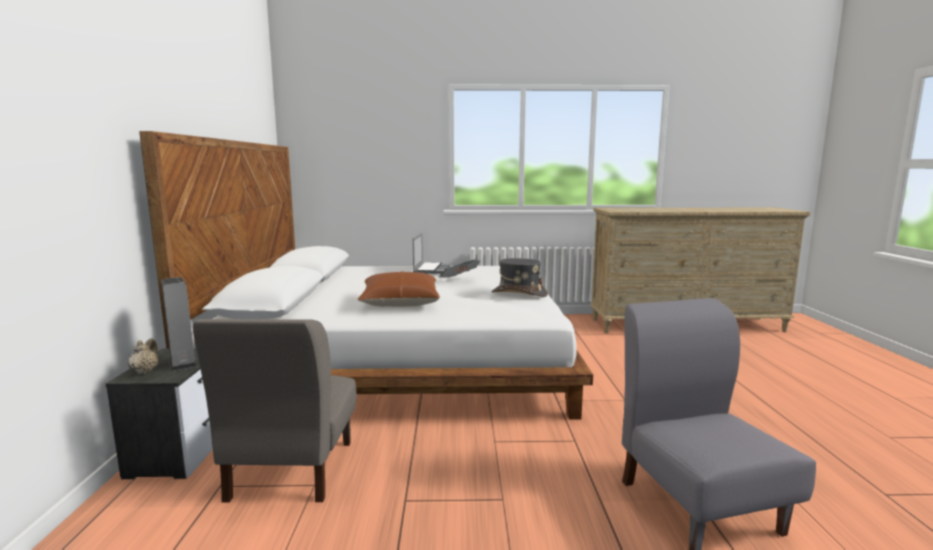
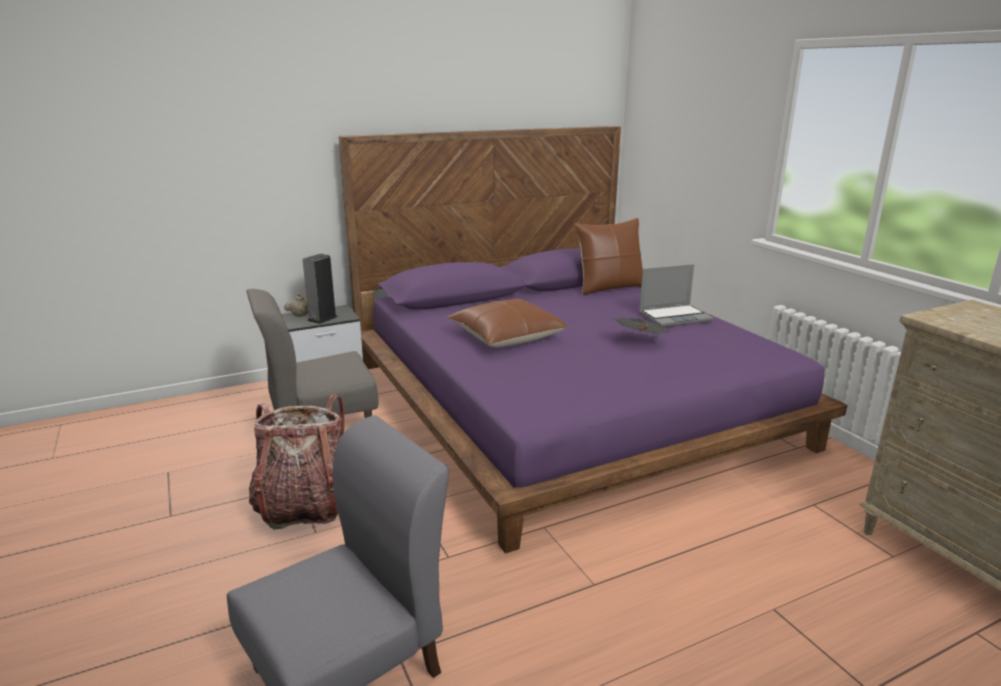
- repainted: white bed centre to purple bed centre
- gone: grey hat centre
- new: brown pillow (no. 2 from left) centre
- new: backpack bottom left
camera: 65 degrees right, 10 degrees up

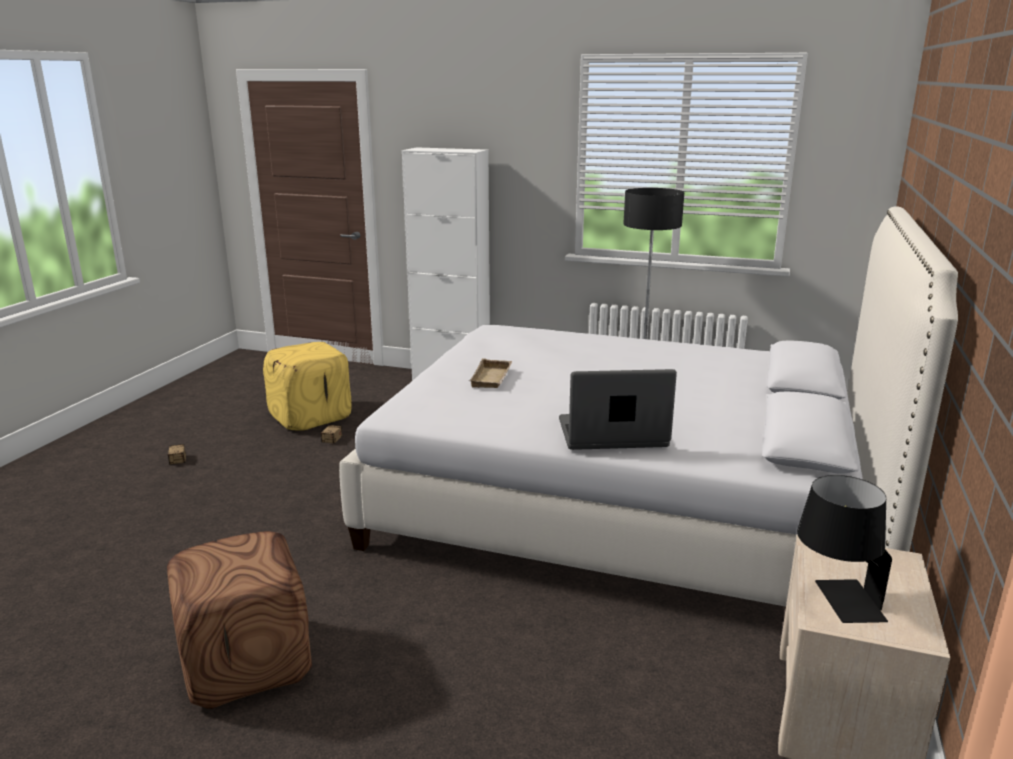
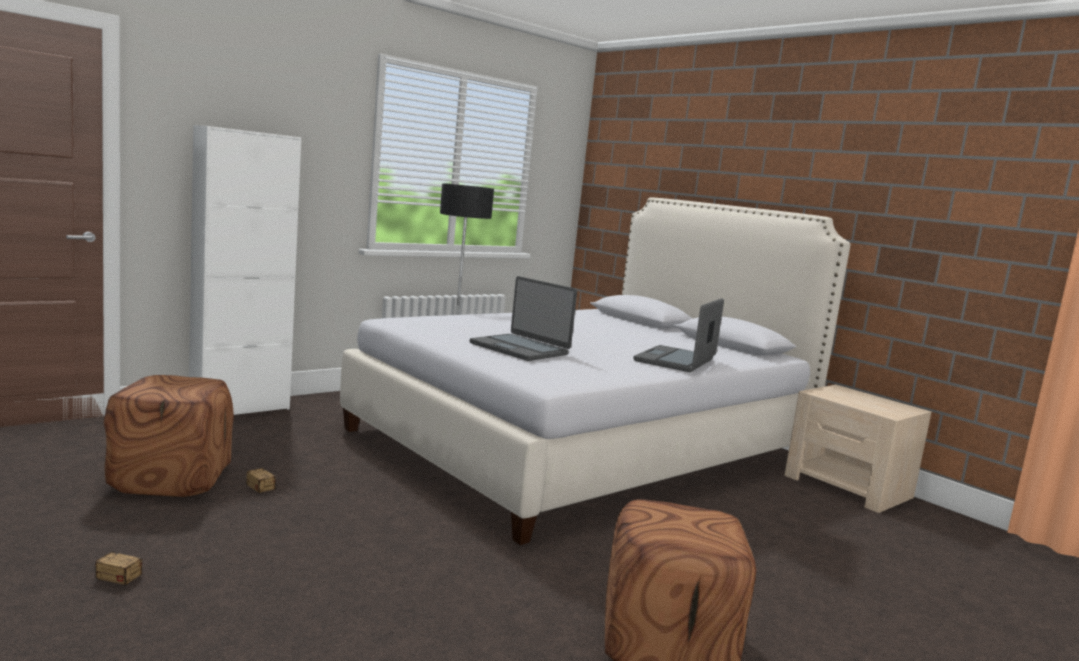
- repainted: yellow ottoman middle left to brown ottoman (no. 1 from left) middle left
- swapped: beige tray centre to laptop (no. 1 from left) centre
- gone: black table lamp bottom right
camera: 60 degrees left, 10 degrees down

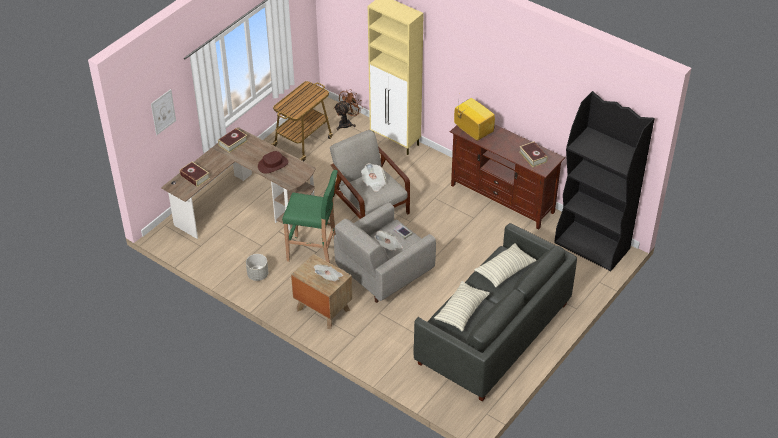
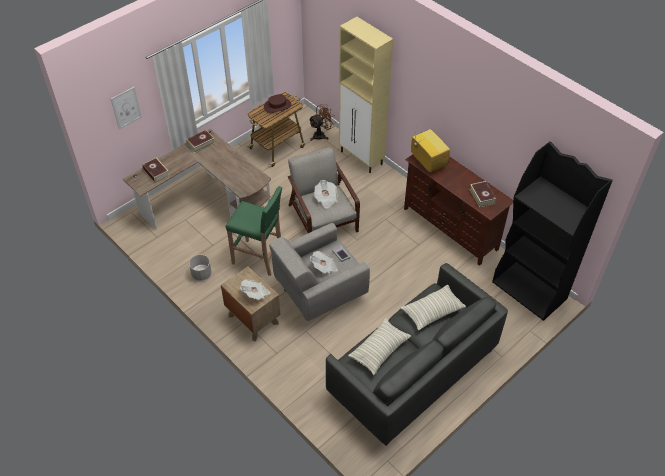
- shifted: brown hat centre to top centre
camera: 10 degrees right, 5 degrees up

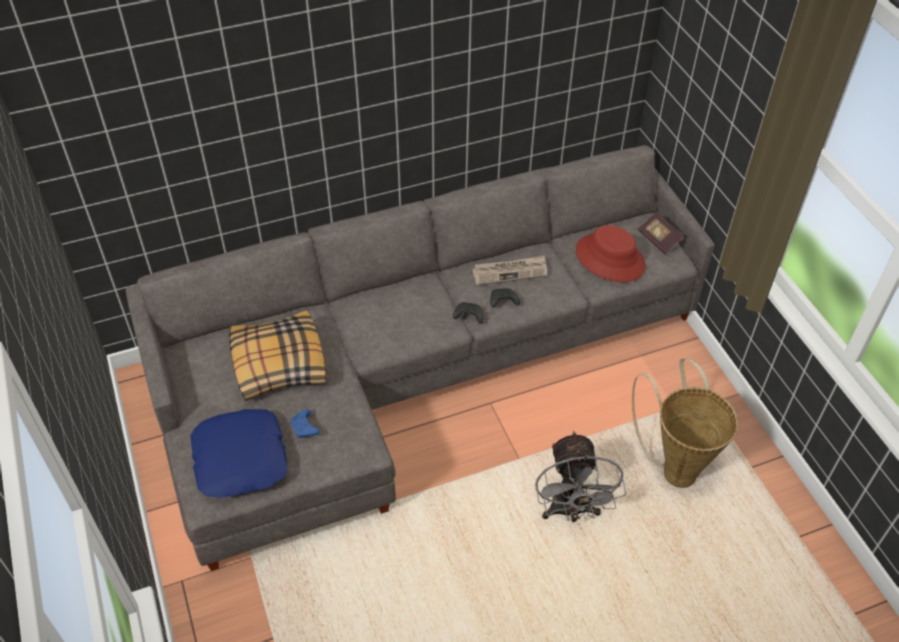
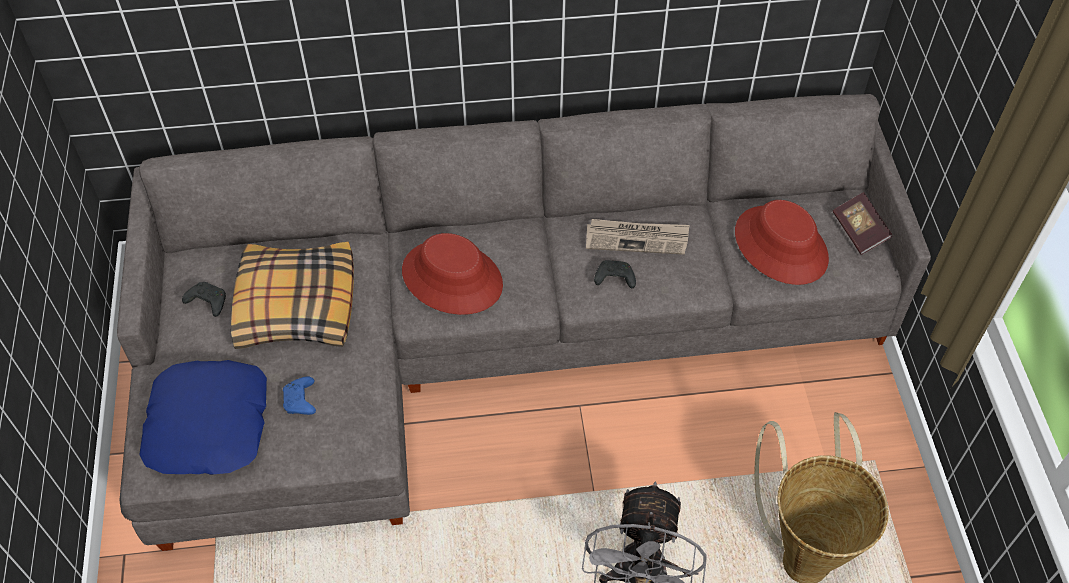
- shifted: black game controller (no. 1 from left) centre to middle left
- new: red hat (no. 1 from left) centre
camera: 15 degrees right, 5 degrees up

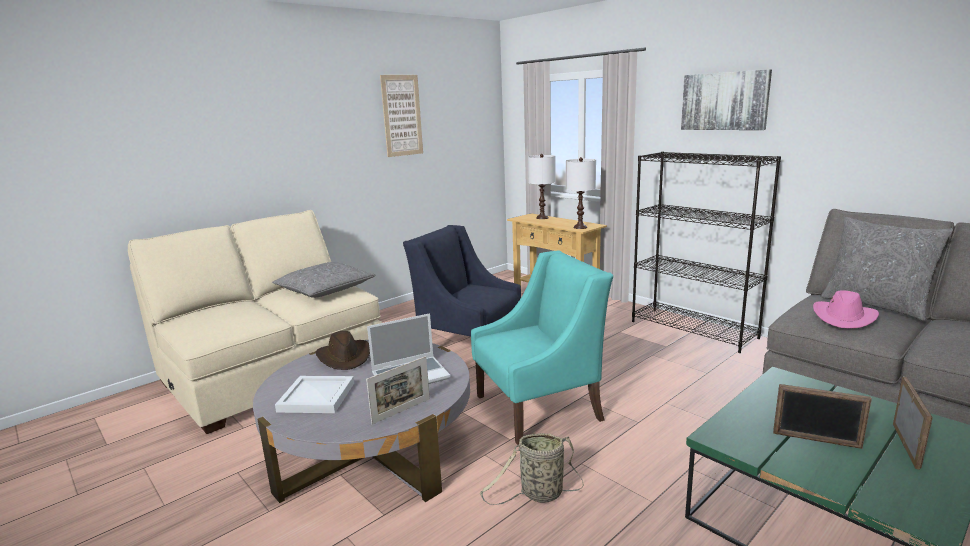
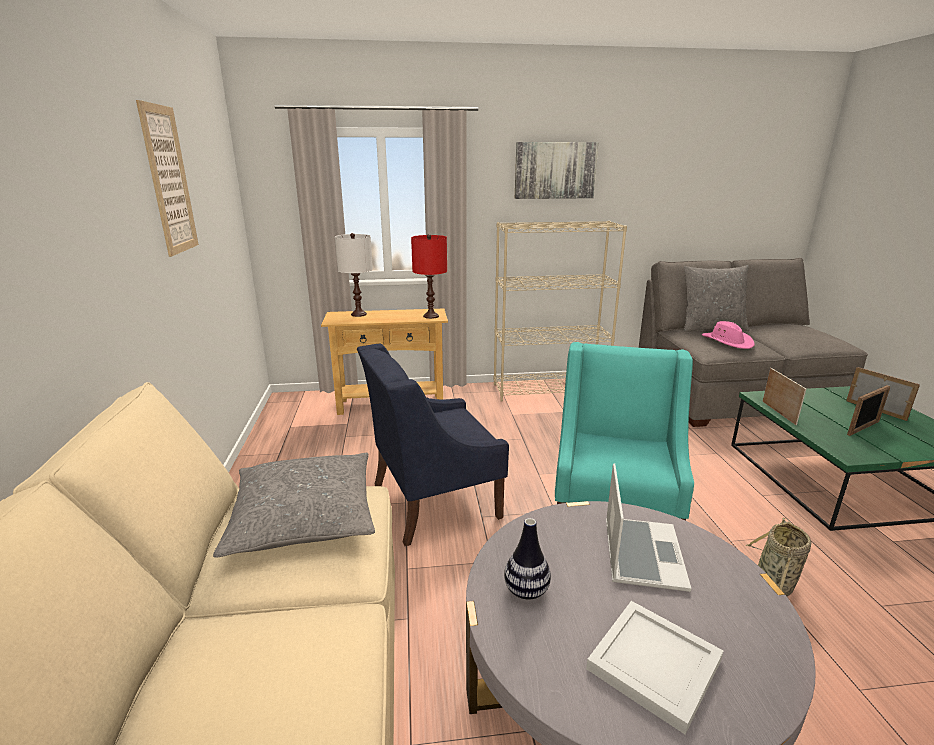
- repainted: black bookcase middle right to beige bookcase centre
- repainted: white table lamp (no. 2 from left) centre to red table lamp centre
- swapped: brown hat centre to vase bottom centre
- shifted: picture frame (no. 1 from left) bottom centre to middle right
camera: 55 degrees left, 5 degrees up

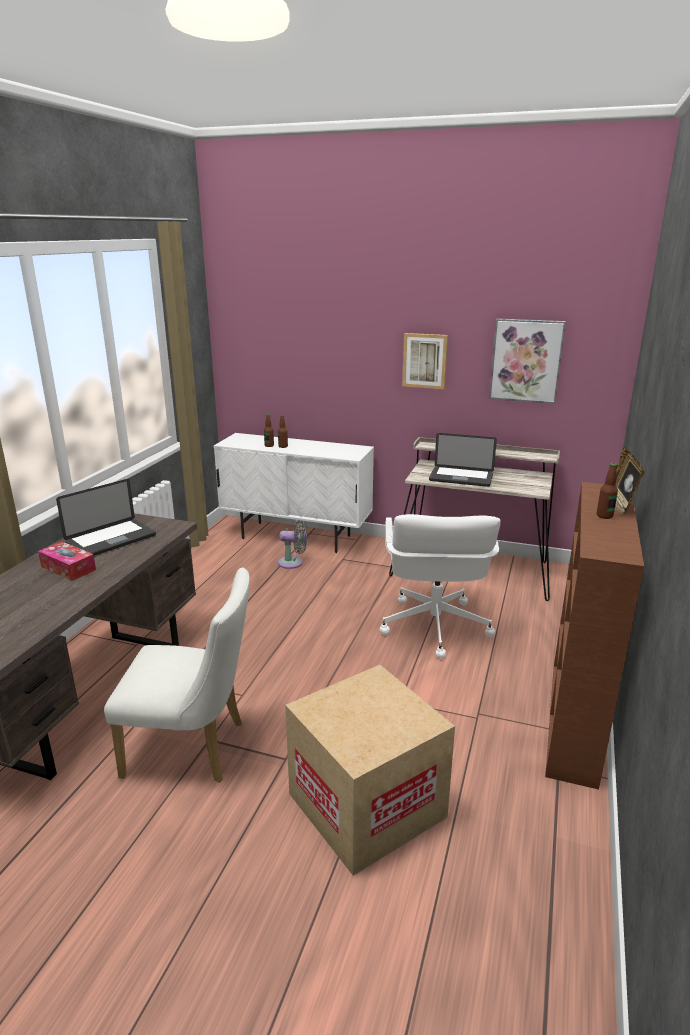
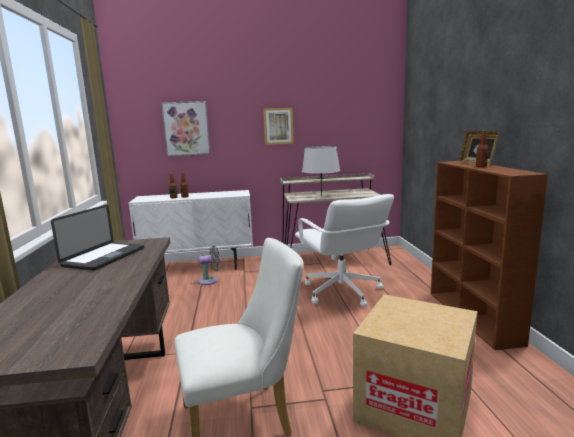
- shifted: picture (no. 2 from left in the first image) middle right to picture (no. 1 from left) top left
- swapped: laptop (no. 2 from left) middle right to grey table lamp centre
- gone: tissue box middle left
camera: 25 degrees left, 10 degrees down

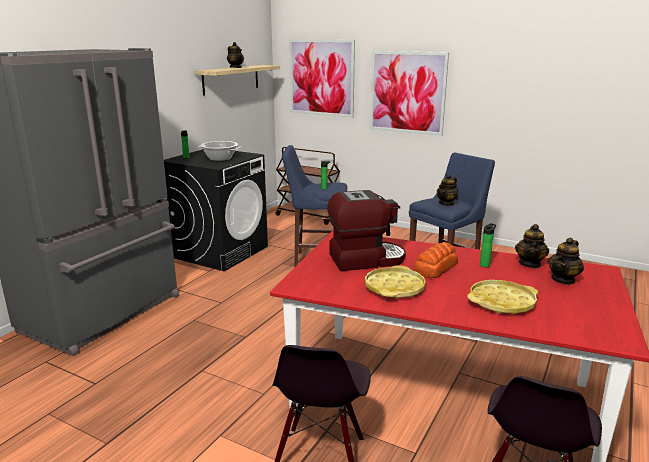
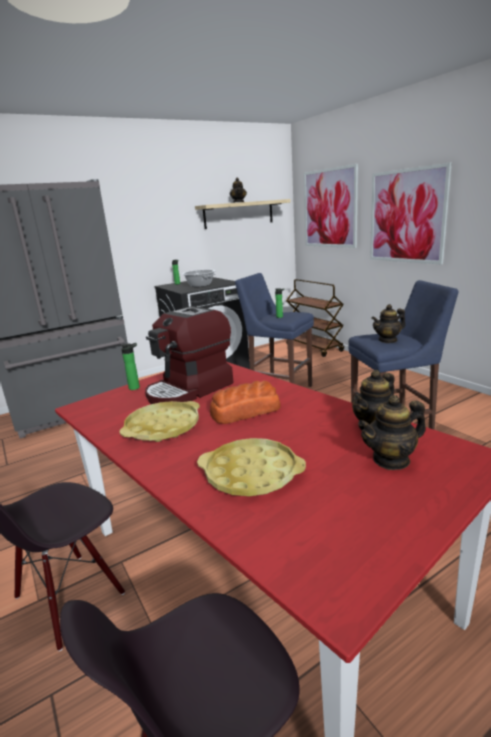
- rotated: coffee machine centre = centre 120 degrees clockwise
- shifted: bottle (no. 3 from left in the first image) middle right to bottle (no. 1 from left) middle left
camera: 30 degrees right, 0 degrees up

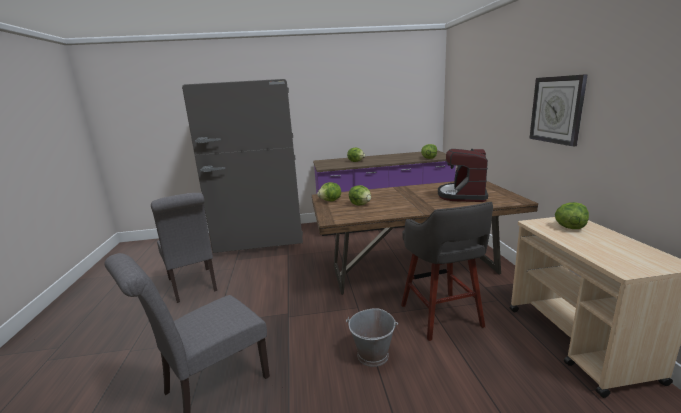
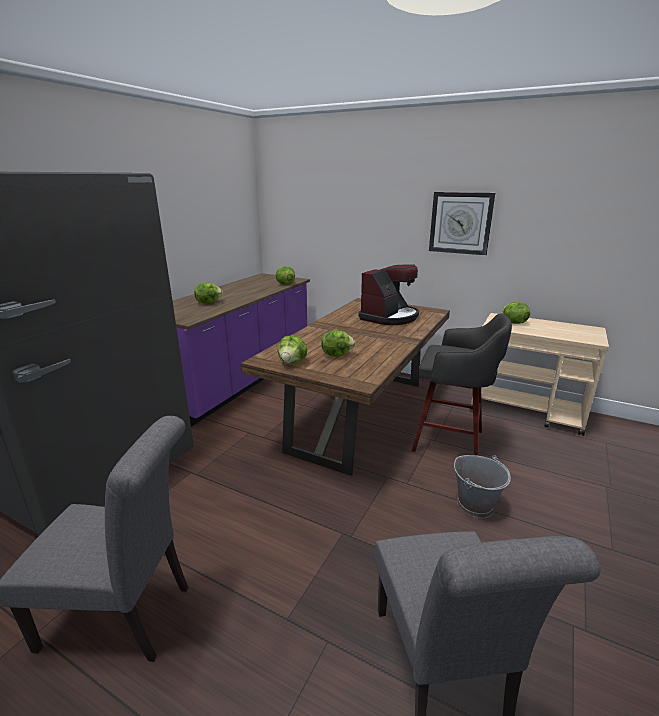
- rotated: coffee machine middle right = centre 105 degrees counterclockwise
camera: 55 degrees left, 5 degrees up

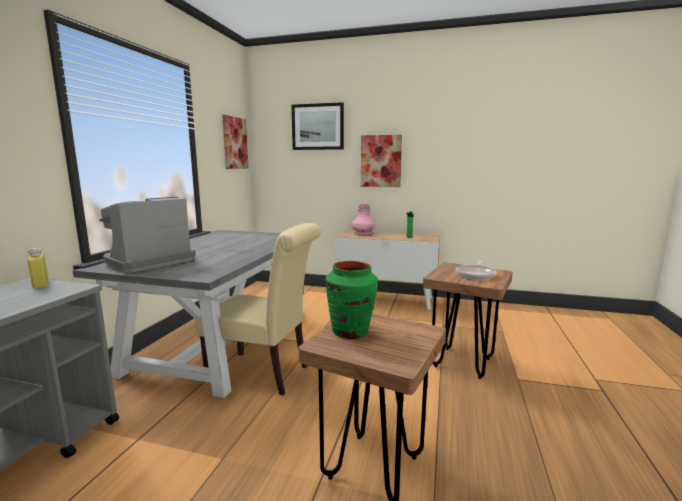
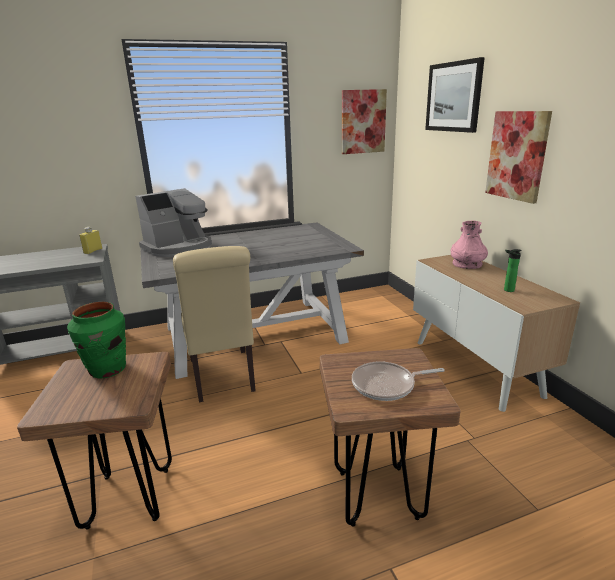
- rotated: coffee machine middle left = middle left 135 degrees clockwise
camera: 55 degrees right, 10 degrees up

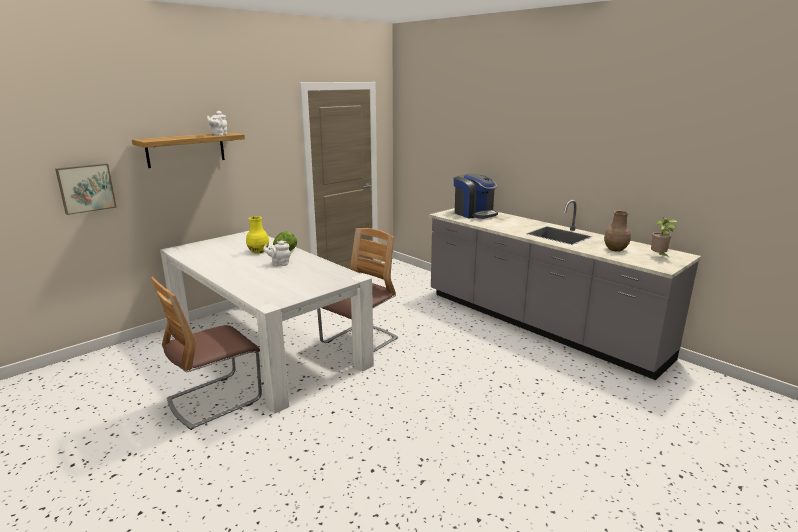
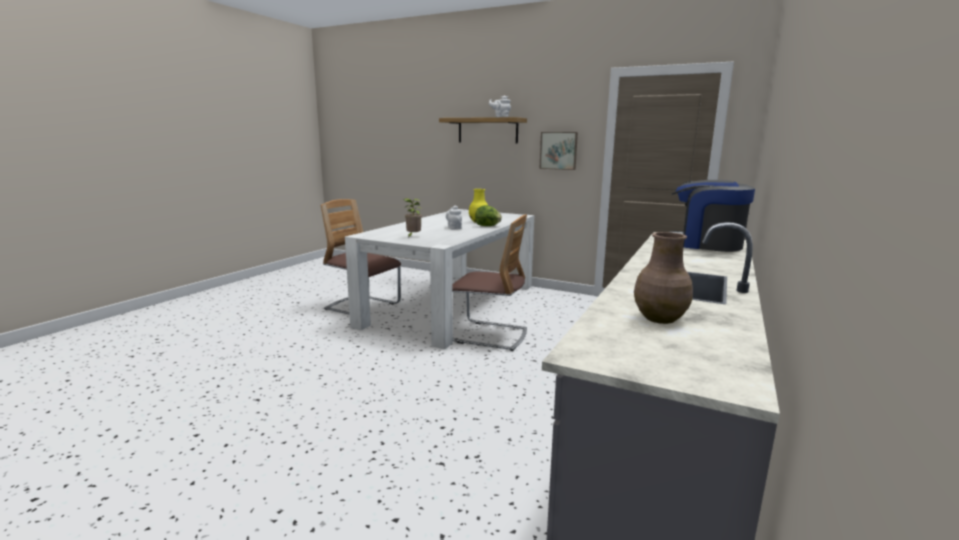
- shifted: picture middle left to top centre
- rotated: coffee machine centre = middle right 90 degrees clockwise
- shifted: potted plant middle right to centre
camera: 70 degrees right, 5 degrees down

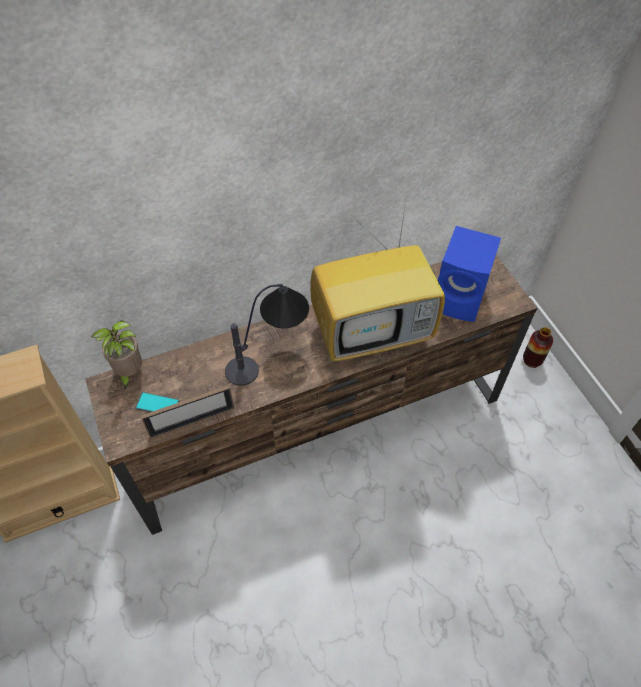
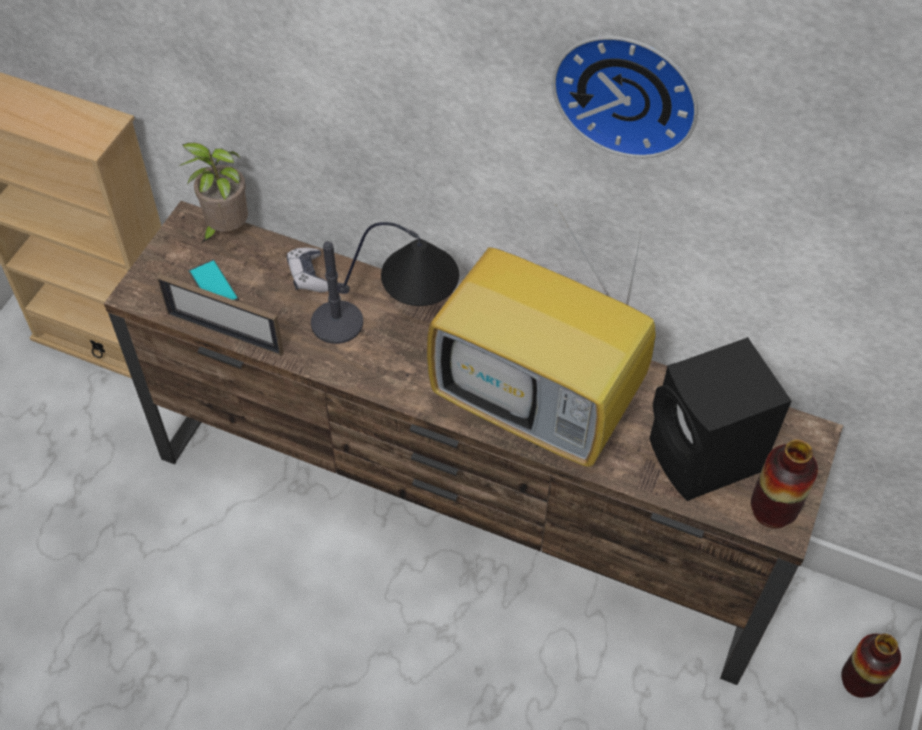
- repainted: blue speaker middle right to black speaker middle right
- new: wall clock top right
- new: game controller middle left
- new: vase (no. 1 from left) middle right
camera: 45 degrees right, 0 degrees up

